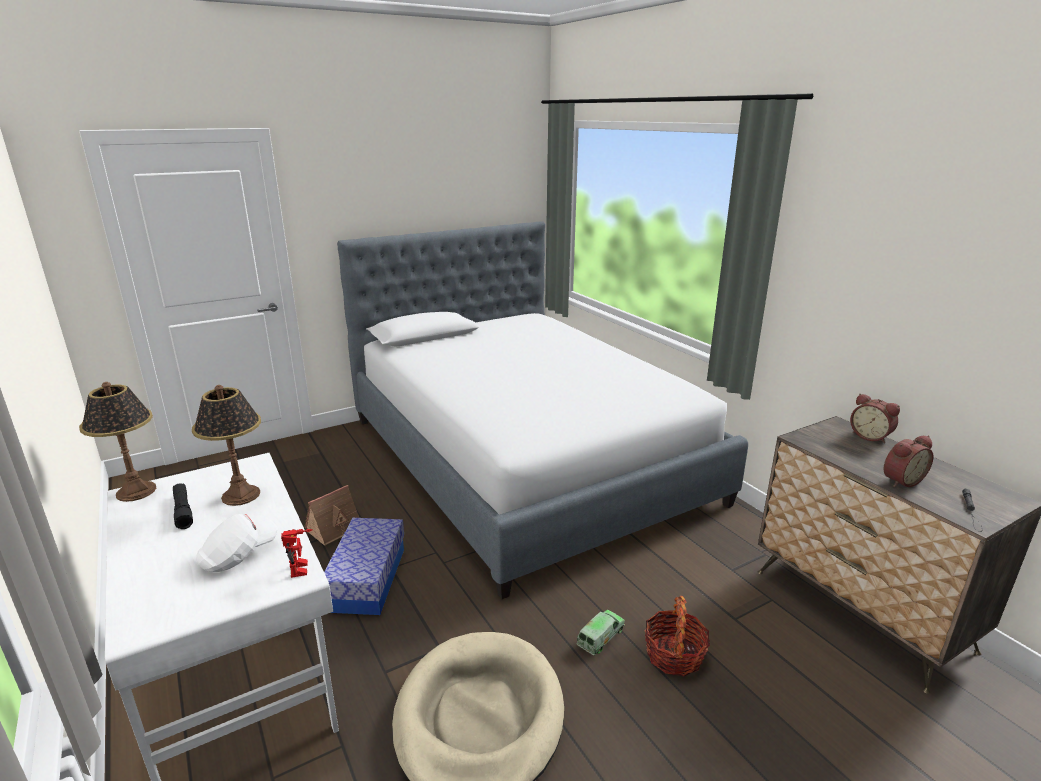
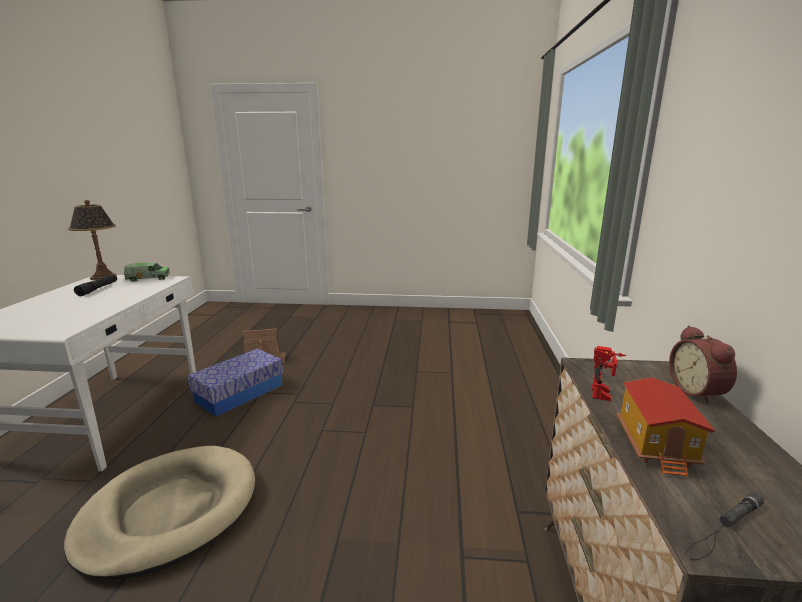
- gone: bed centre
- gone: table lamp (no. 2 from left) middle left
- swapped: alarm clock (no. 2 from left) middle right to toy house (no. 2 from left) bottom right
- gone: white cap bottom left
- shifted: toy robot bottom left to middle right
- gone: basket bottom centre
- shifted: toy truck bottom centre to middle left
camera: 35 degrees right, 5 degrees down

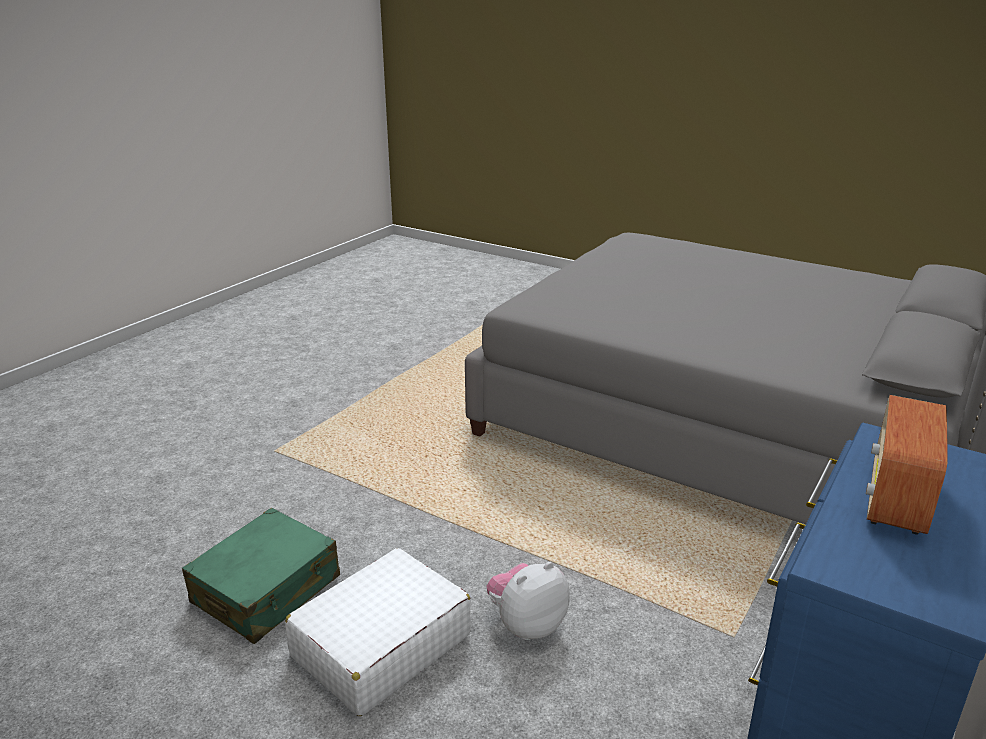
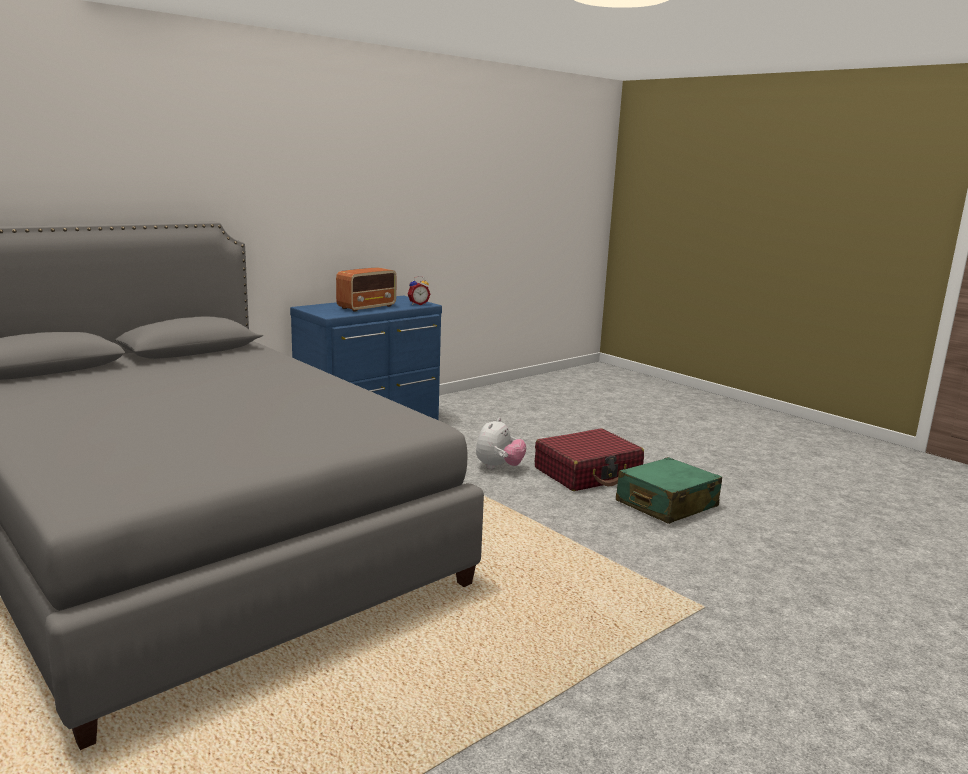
- repainted: white suitcase bottom centre to red suitcase centre
- rotated: plush toy bottom centre = centre 45 degrees counterclockwise
- new: alarm clock centre
camera: 165 degrees left, 10 degrees down

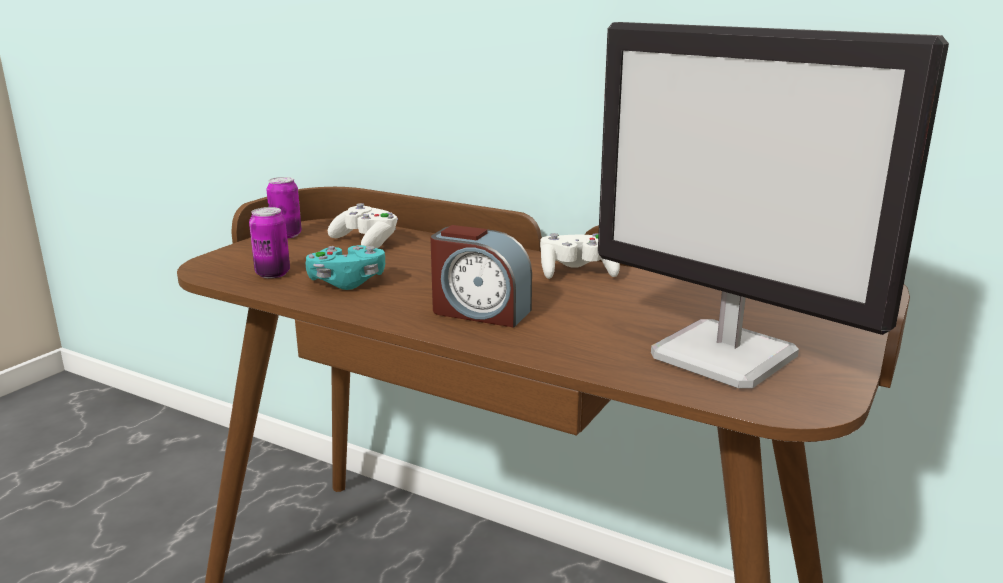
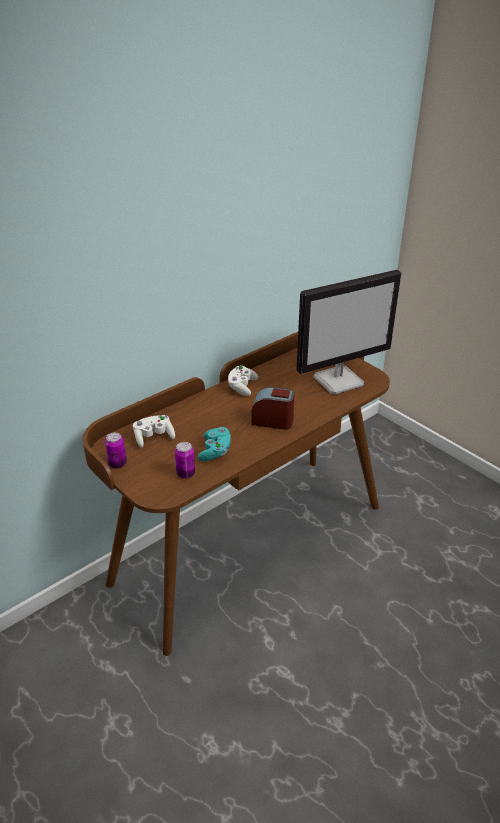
- rotated: alarm clock centre = centre 120 degrees counterclockwise
camera: 70 degrees left, 15 degrees up

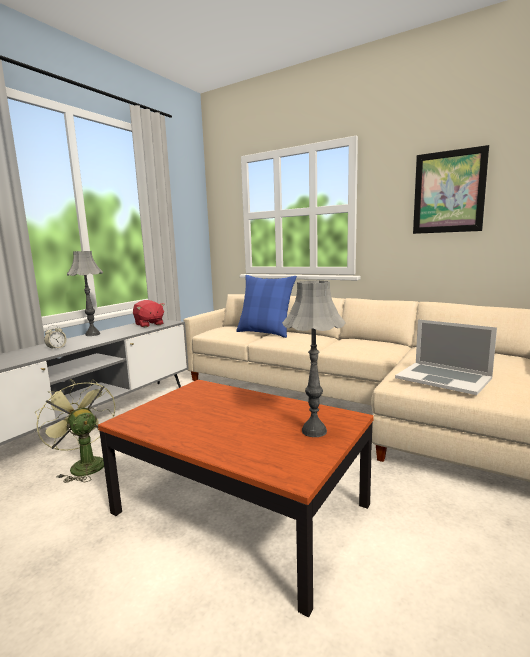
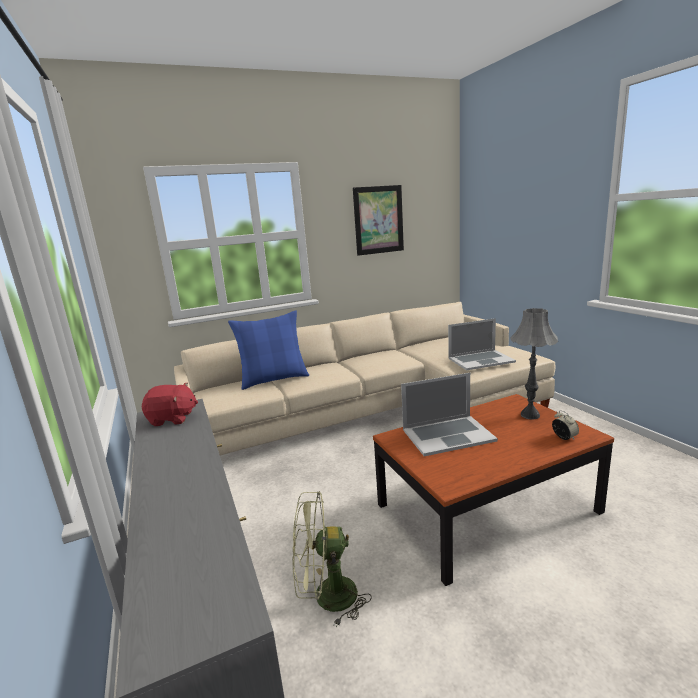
- gone: grey table lamp (no. 1 from left) middle left
- shifted: alarm clock middle left to middle right
- new: laptop (no. 1 from left) centre
camera: 55 degrees left, 5 degrees up

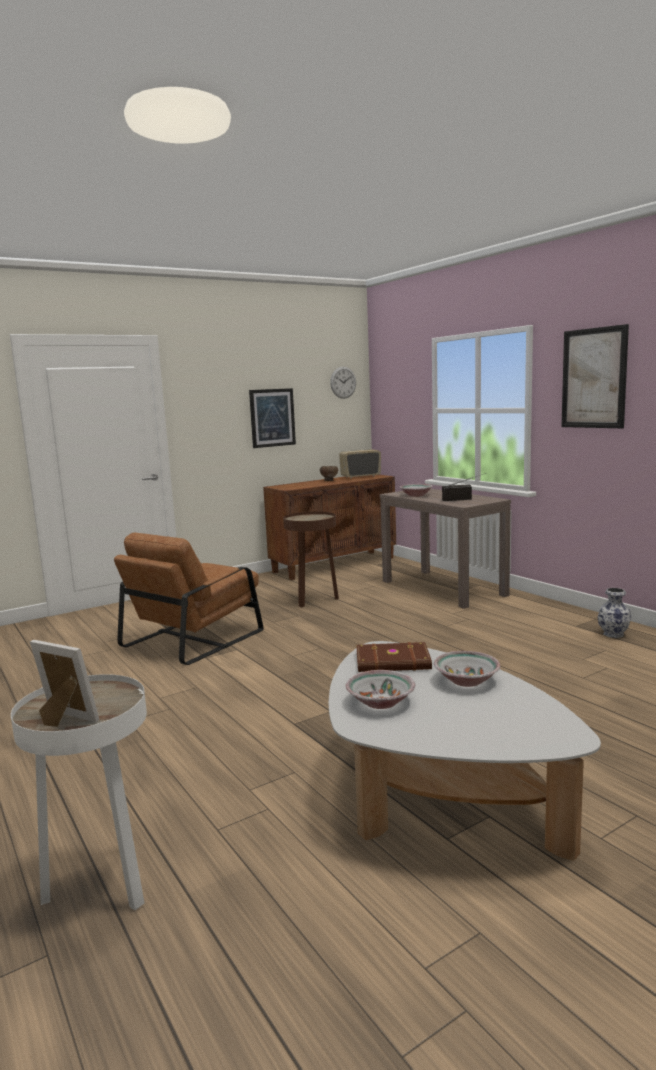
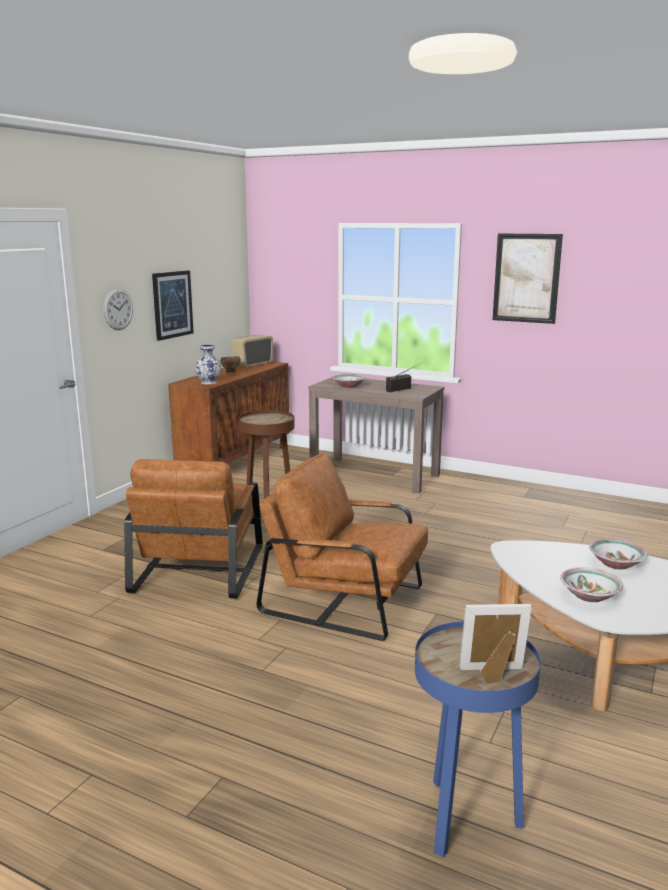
- shifted: wall clock centre to middle left
- shifted: vase middle right to middle left
- gone: brown book centre
- repainted: white side table bottom left to blue side table bottom right
- new: brown armchair (no. 2 from left) centre
camera: 30 degrees left, 5 degrees up

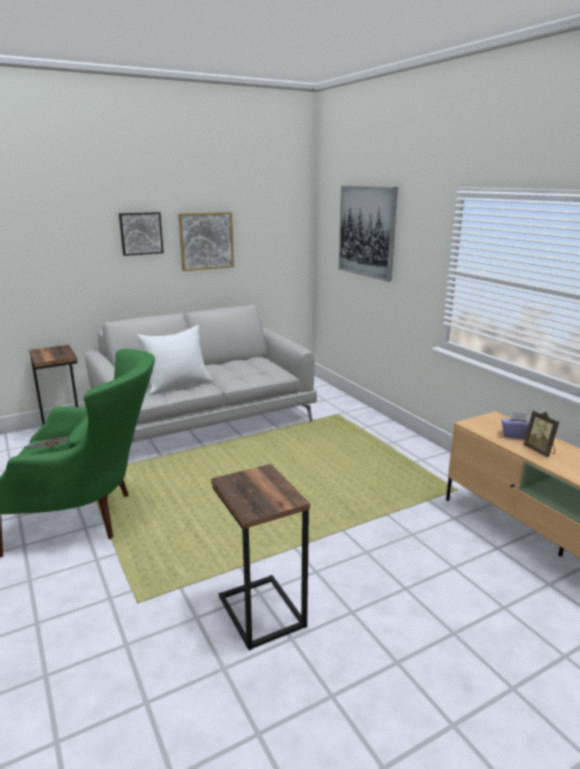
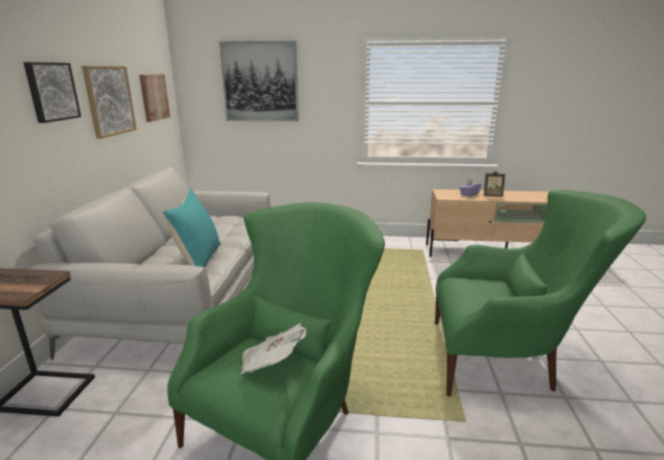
- repainted: white pillow middle left to turquoise pillow middle left
- swapped: side table (no. 2 from left) bottom centre to green armchair (no. 2 from left) middle right
- new: picture (no. 3 from left) top left
camera: 55 degrees left, 0 degrees up

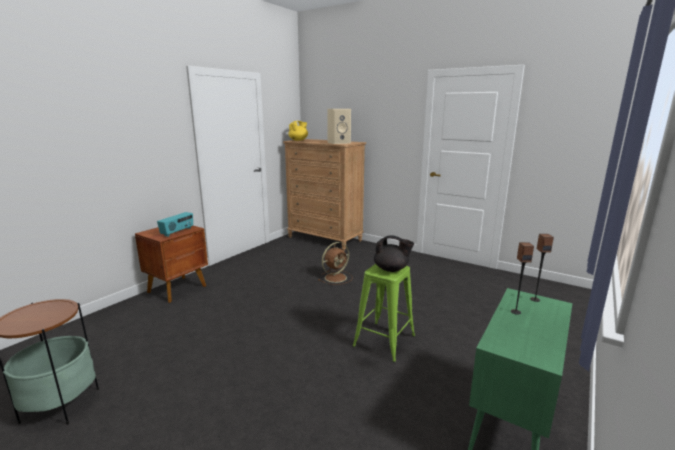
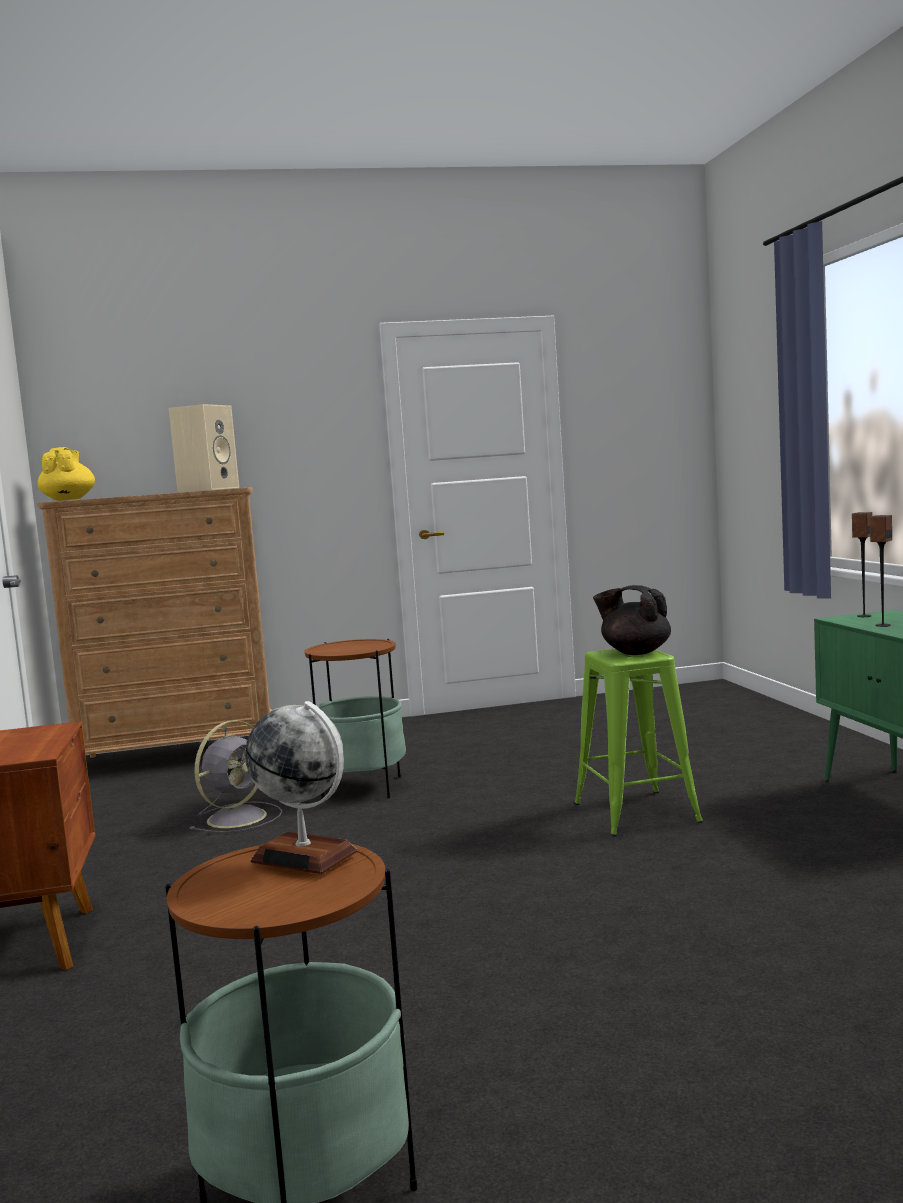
- gone: radio middle left
- rotated: black teapot centre = middle right 120 degrees counterclockwise
- swapped: brown fan centre to side table (no. 2 from left) centre
- new: globe centre
- new: grey fan middle left
camera: 45 degrees left, 10 degrees down

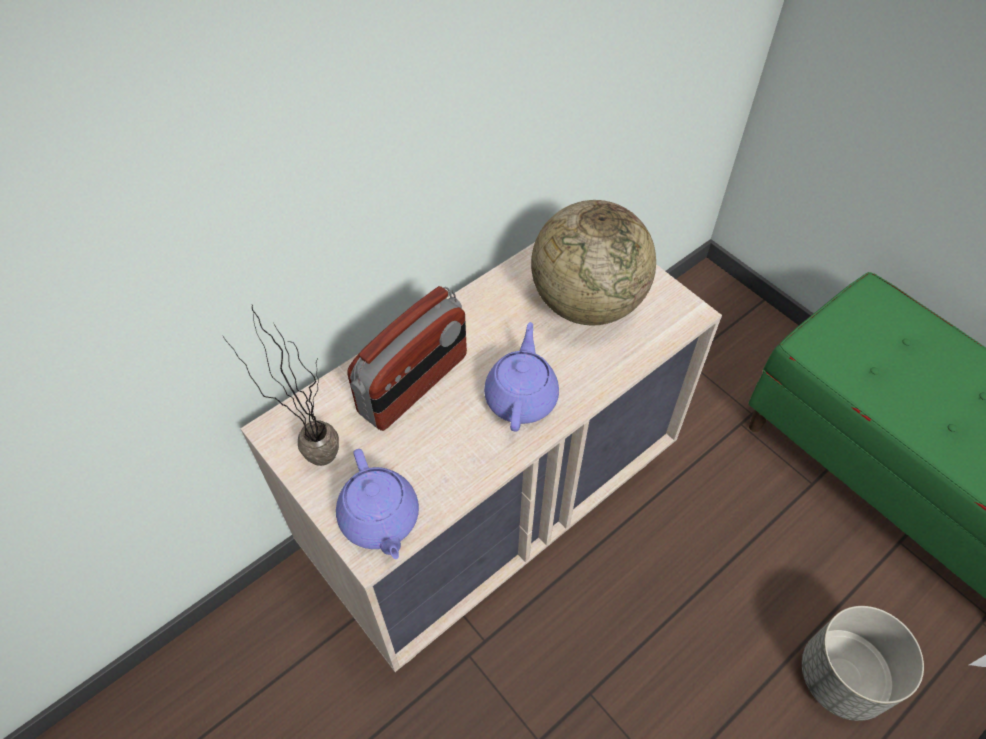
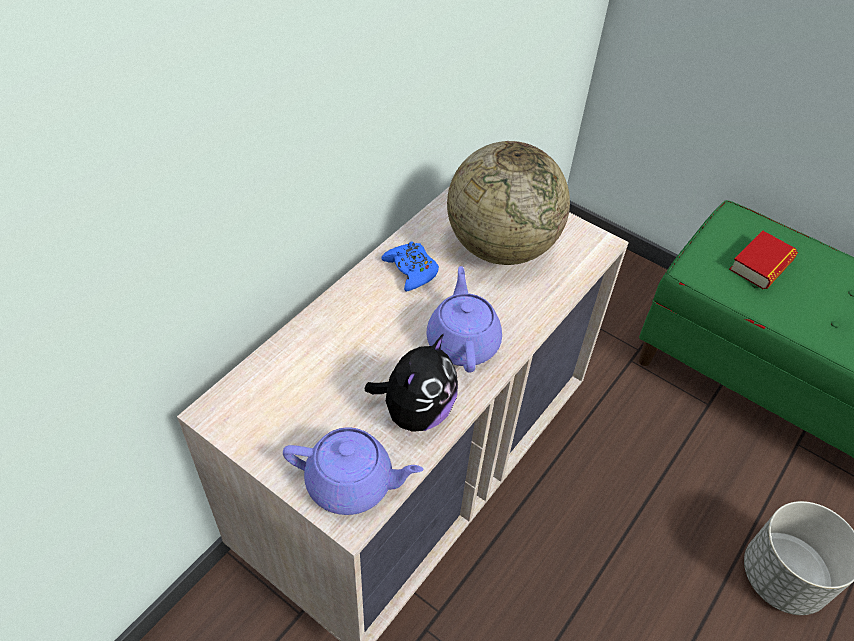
- gone: radio centre
- gone: potted plant middle left
- rotated: purple teapot (no. 1 from left) bottom centre = bottom centre 45 degrees counterclockwise
- new: book middle right
- new: blue game controller centre
- new: plush toy centre
camera: 15 degrees left, 5 degrees down

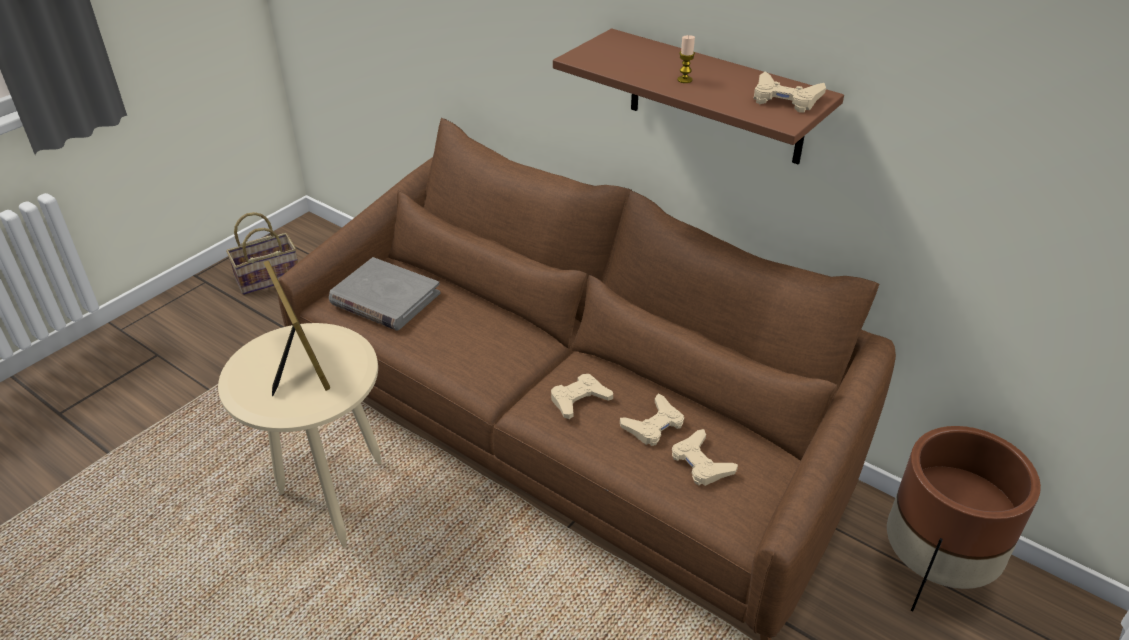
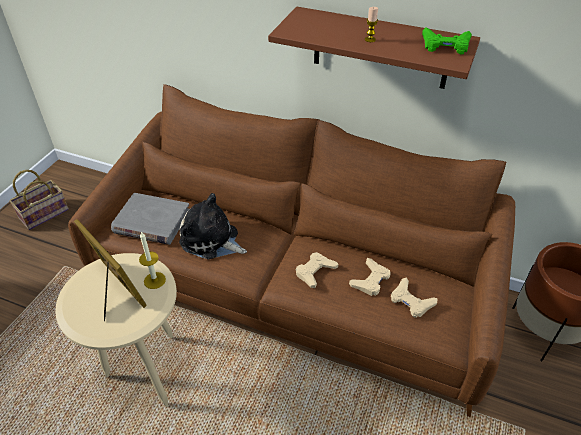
- repainted: beige game controller (no. 4 from left) top right to green game controller top right
- new: plush toy centre
- new: candle (no. 1 from left) middle left
camera: 15 degrees left, 5 degrees up

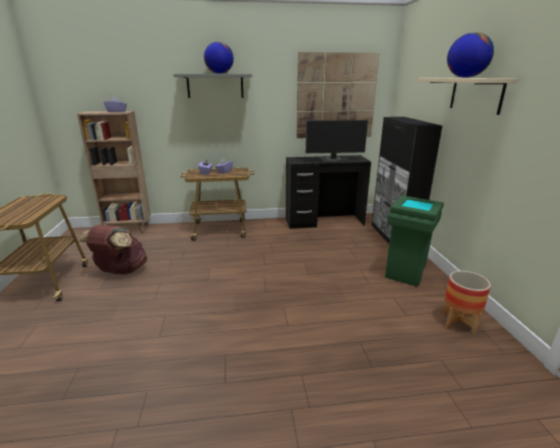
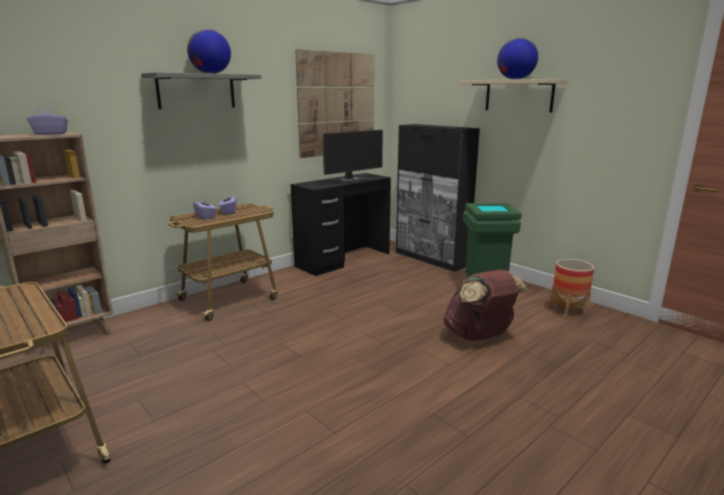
- shifted: brown backpack middle left to middle right
camera: 35 degrees left, 5 degrees down

